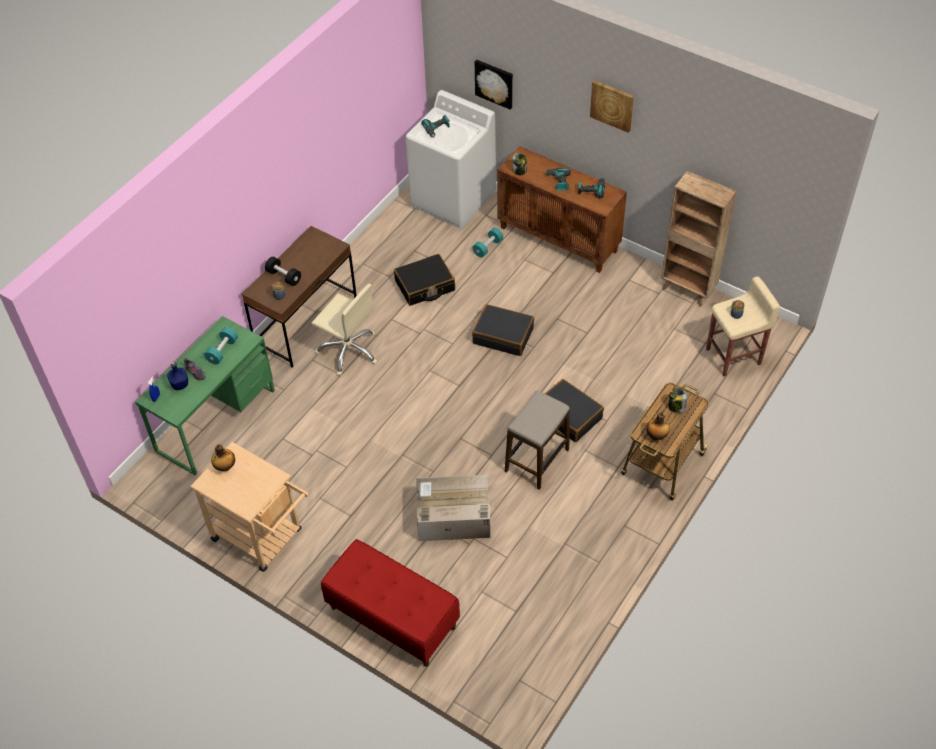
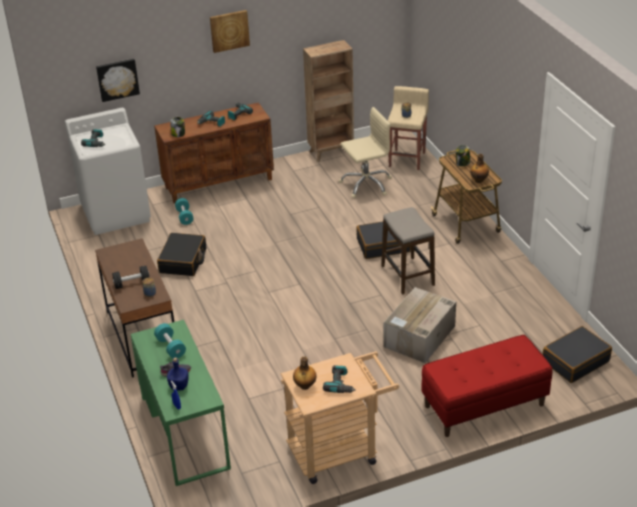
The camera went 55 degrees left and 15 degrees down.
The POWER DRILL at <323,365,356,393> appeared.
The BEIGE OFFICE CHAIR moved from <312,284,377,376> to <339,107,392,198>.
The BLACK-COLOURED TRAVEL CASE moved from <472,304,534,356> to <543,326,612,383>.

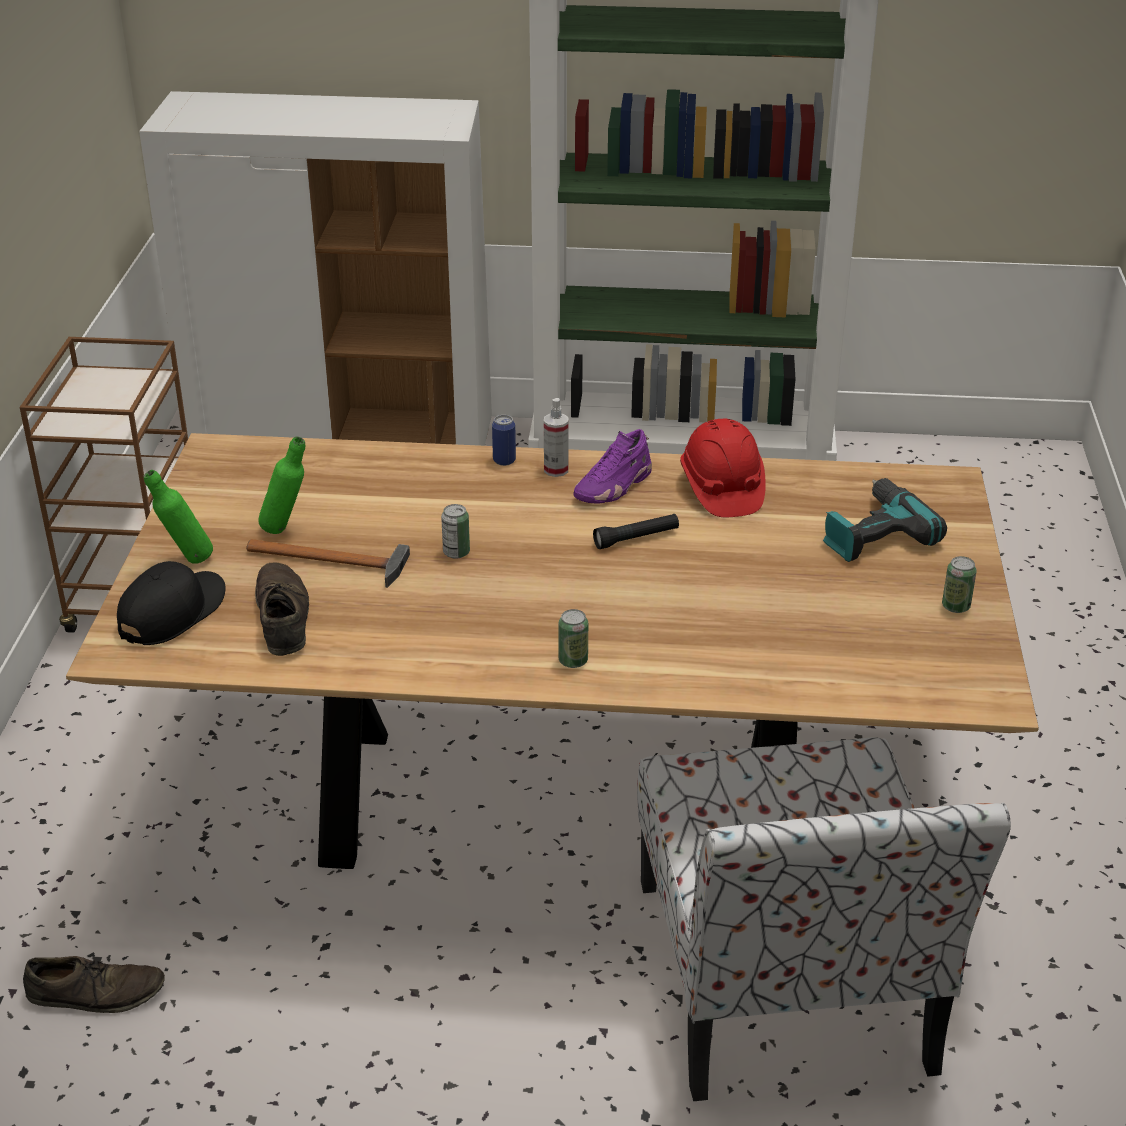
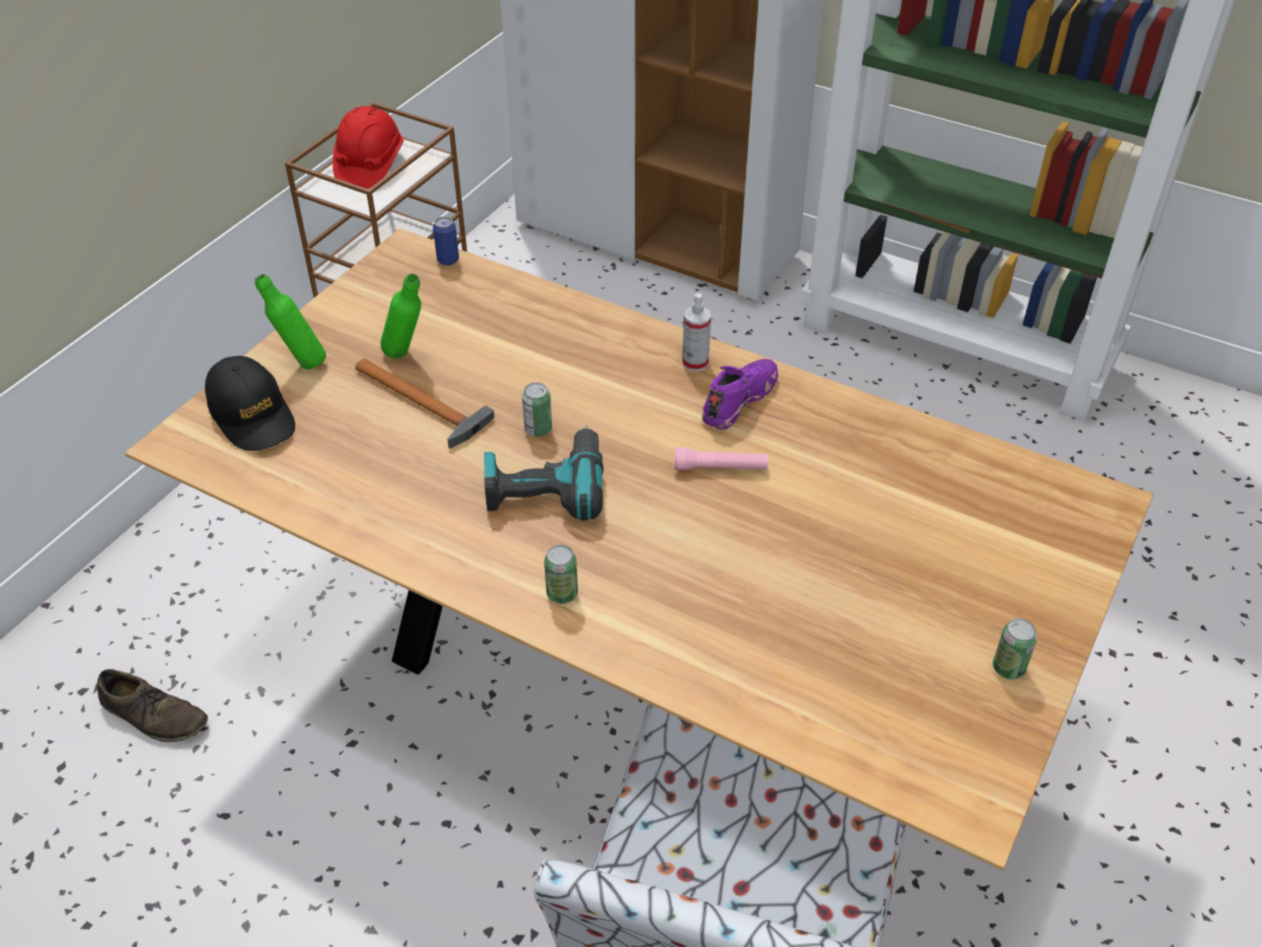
The camera went 25 degrees right and 10 degrees up.
The BLACK-COLOURED BASEBALL CAP at <117,561,225,645> turned 90 degrees clockwise.
The REDDISH WORK HELMET moved from <680,419,766,517> to <333,106,404,189>.
The SEALED CAN moved from <492,415,516,466> to <433,216,459,266>.
The POWER DRILL moved from <823,478,947,562> to <484,425,603,521>.
The BLACK-COLOURED HAND TORCH at <593,514,679,549> became the PINK HAND TORCH at <674,447,768,470>.
The PURPLE LOW SHOE at <574,429,652,504> turned 150 degrees clockwise.
The BROWNISH LOW SHOE at <255,562,310,656> disappeared.

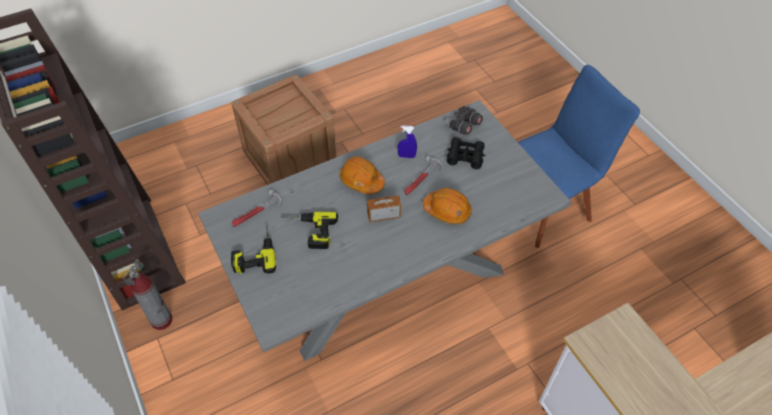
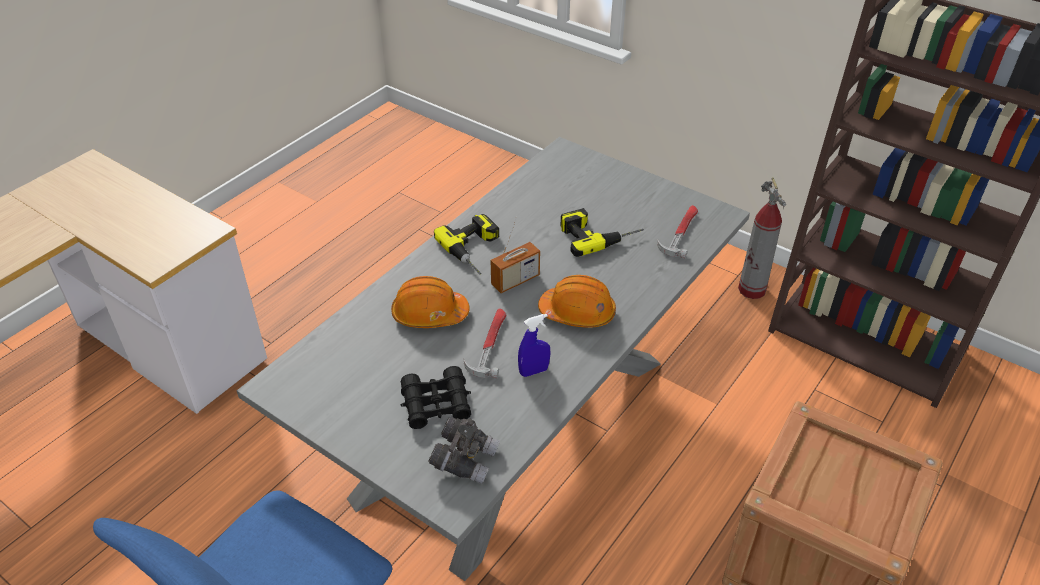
The camera went 155 degrees right and 10 degrees down.
The POWER DRILL moved from <231,224,276,274> to <434,214,499,275>.

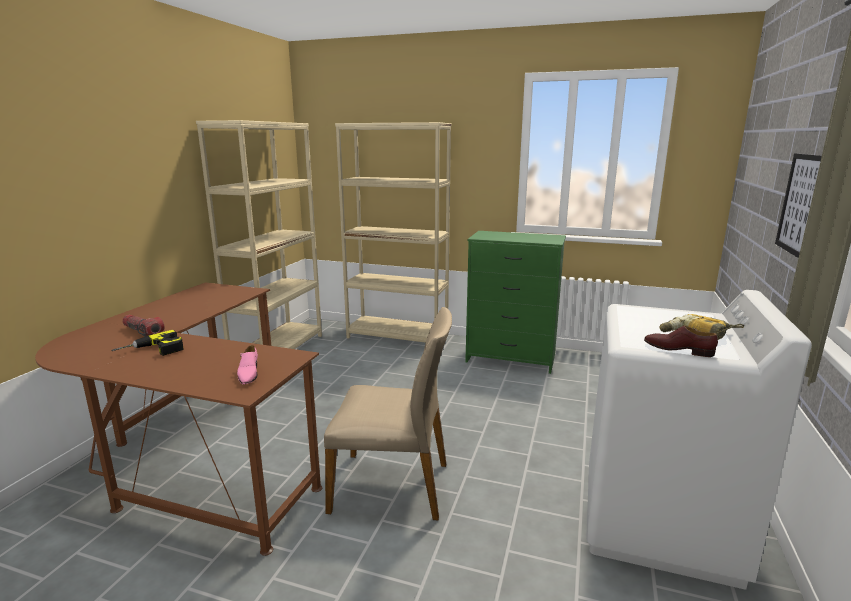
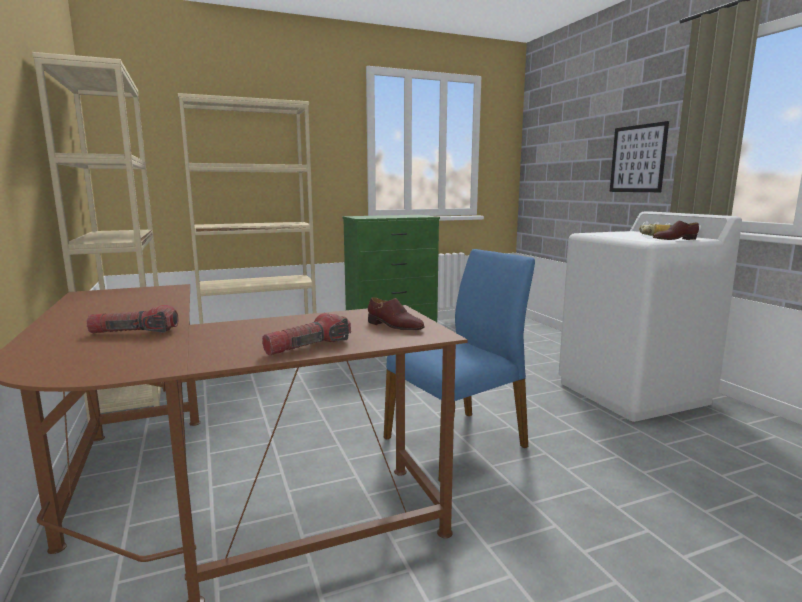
The camera went 40 degrees left and 5 degrees down.
The HAND TORCH at <262,313,351,356> appeared.
The PINK LOW SHOE at <237,345,258,384> became the BROWNISH LOW SHOE at <368,297,425,330>.
The BEIGE UPRIGHT CHAIR at <324,307,452,521> became the BLUE-COLOURED UPRIGHT CHAIR at <384,249,535,482>.
The POWER DRILL at <111,330,184,356> disappeared.

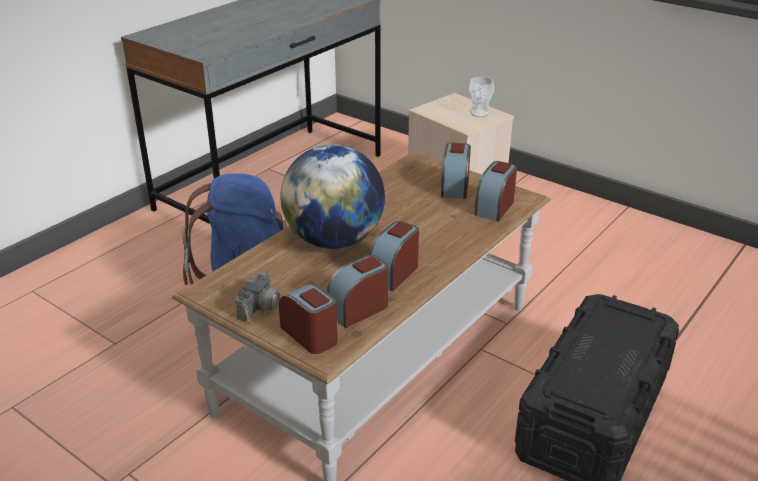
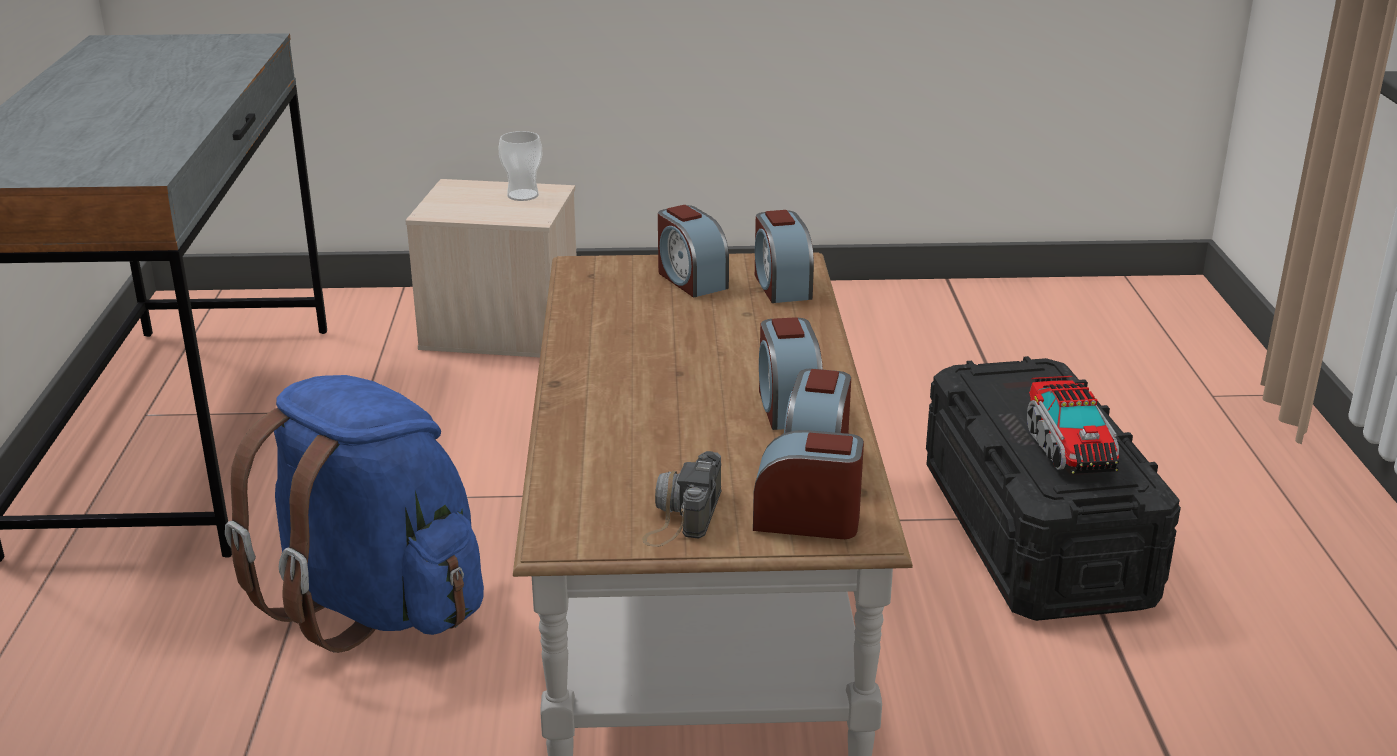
The camera went 40 degrees left and 5 degrees down.
The STILL CAMERA at <236,271,293,325> turned 150 degrees counterclockwise.
The MODEL TRUCK at <1027,376,1119,474> appeared.
The GLOBE at <280,144,385,249> disappeared.

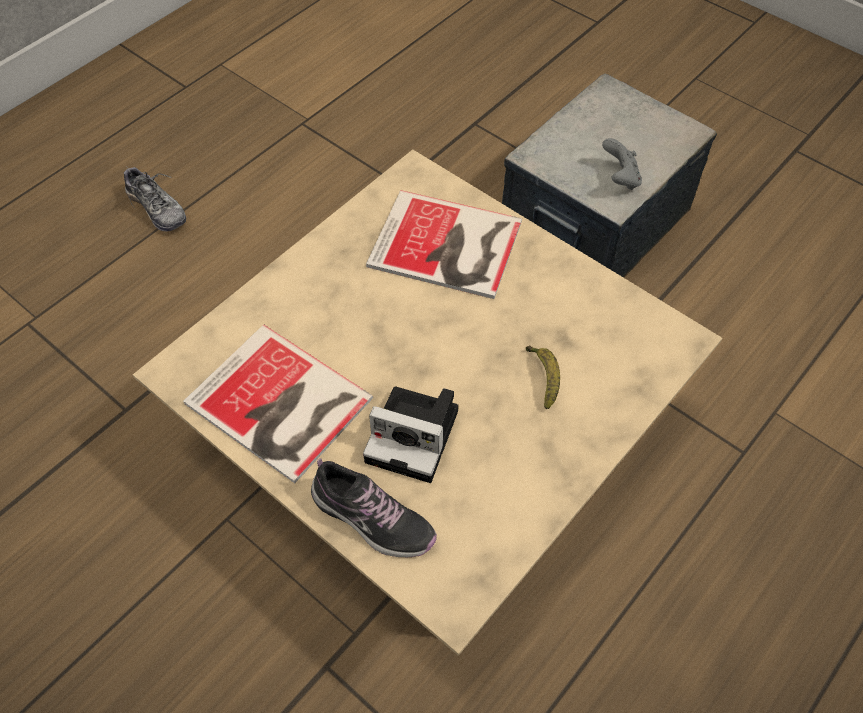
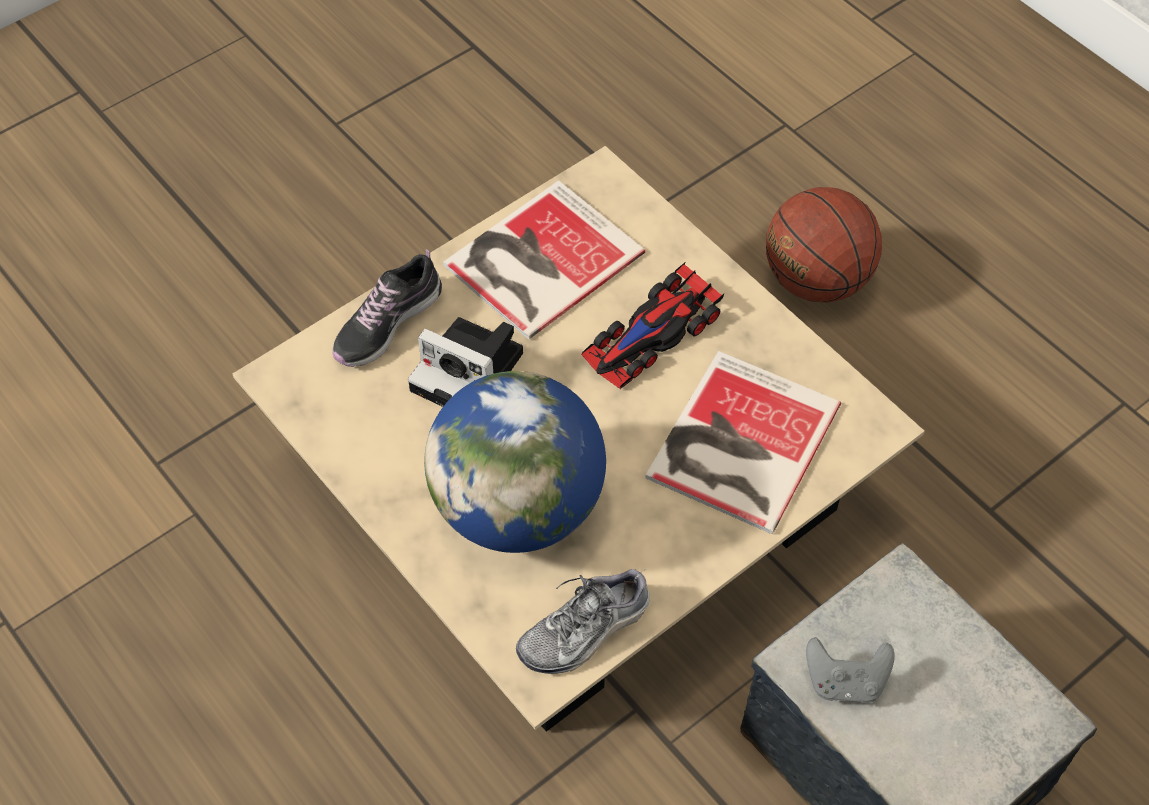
The camera went 100 degrees right and 0 degrees up.
The STILL CAMERA at <363,386,459,483> turned 90 degrees counterclockwise.
The BANANA FRUIT at <526,346,560,409> was replaced by the GLOBE at <424,371,606,553>.
The LOW SHOE moved from <124,165,186,231> to <516,569,650,674>.
The MODEL CAR at <581,262,724,389> appeared.
The BASKETBALL at <766,187,882,303> appeared.

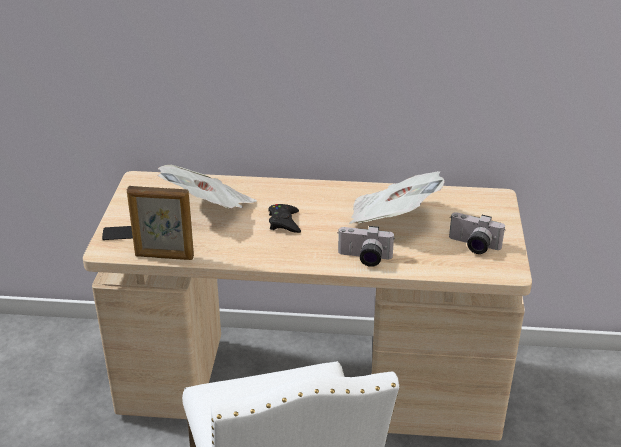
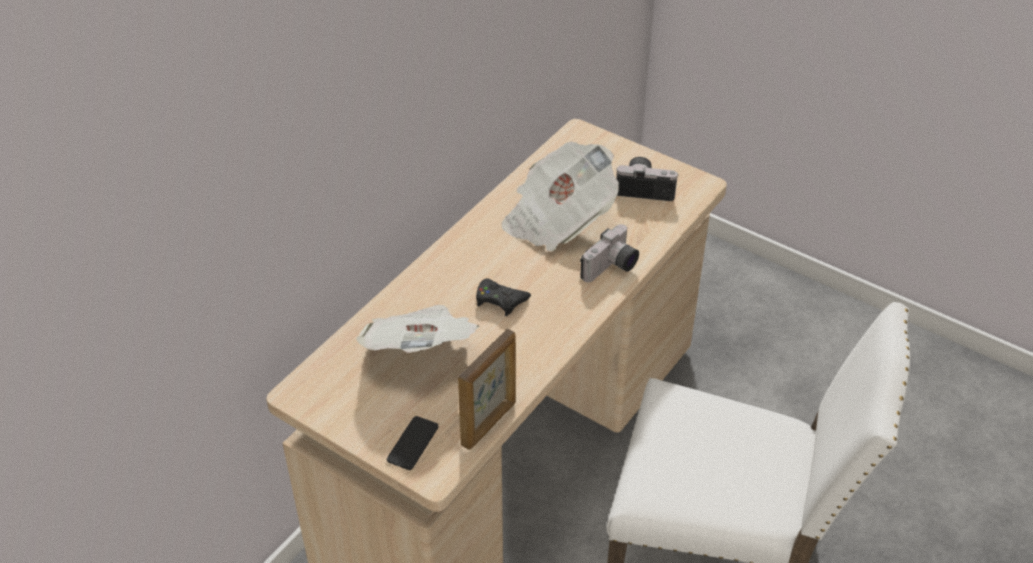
The camera went 60 degrees left and 10 degrees up.
The STILL CAMERA at <449,212,505,254> turned 135 degrees counterclockwise.

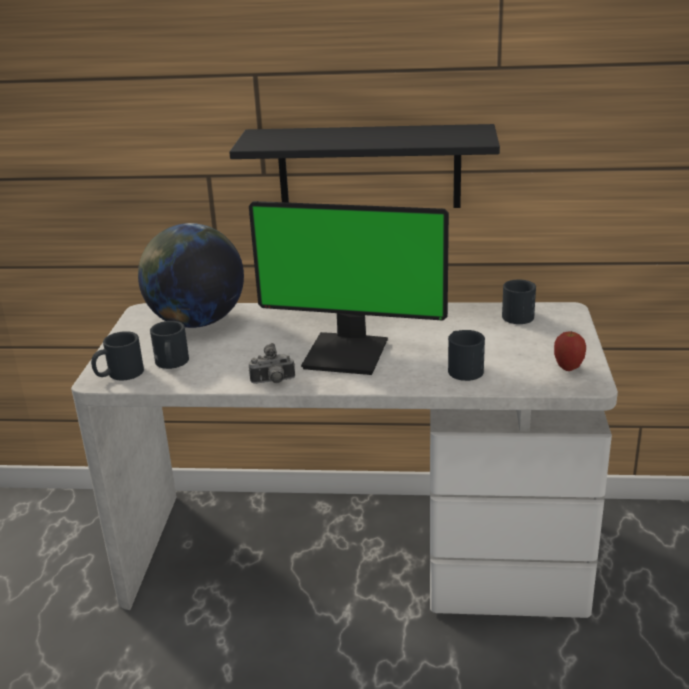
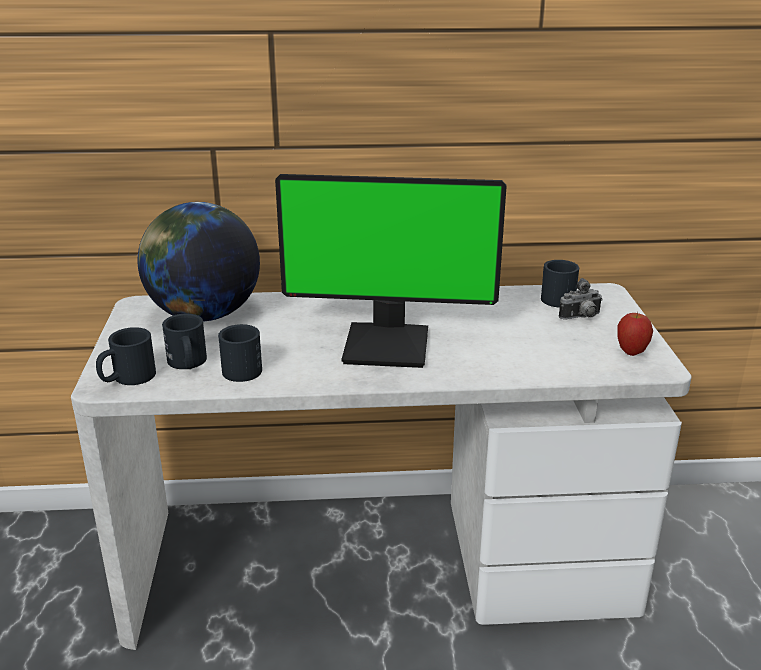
The camera went 10 degrees left and 0 degrees up.
The BLACK-COLOURED TEA MUG moved from <448,330,485,381> to <218,324,262,382>.
The STILL CAMERA moved from <249,343,295,384> to <559,278,602,320>.
The BLACK-COLOURED SHELF at <229,124,500,208> disappeared.

